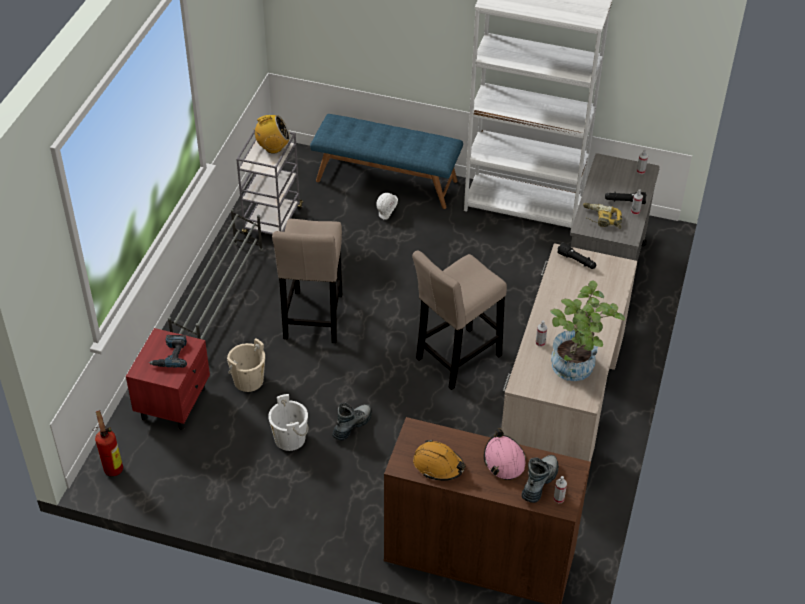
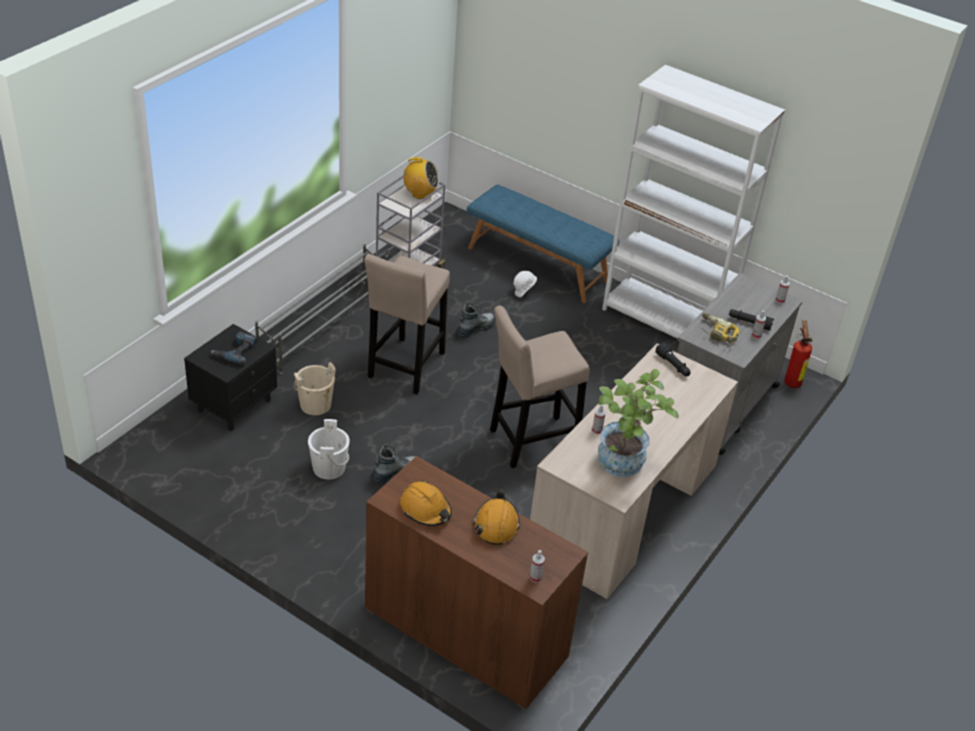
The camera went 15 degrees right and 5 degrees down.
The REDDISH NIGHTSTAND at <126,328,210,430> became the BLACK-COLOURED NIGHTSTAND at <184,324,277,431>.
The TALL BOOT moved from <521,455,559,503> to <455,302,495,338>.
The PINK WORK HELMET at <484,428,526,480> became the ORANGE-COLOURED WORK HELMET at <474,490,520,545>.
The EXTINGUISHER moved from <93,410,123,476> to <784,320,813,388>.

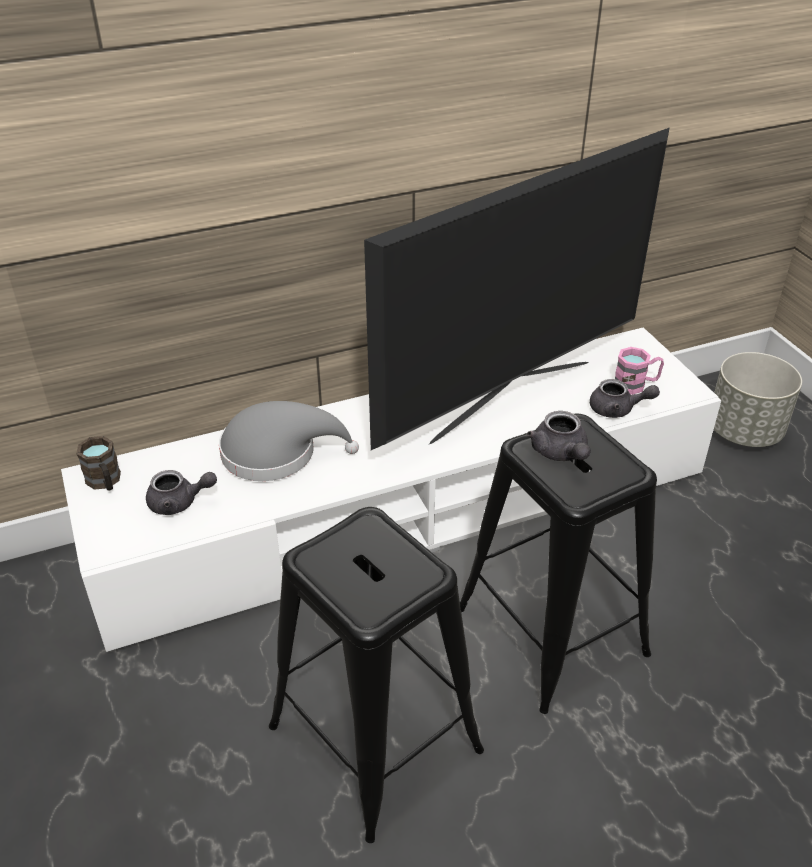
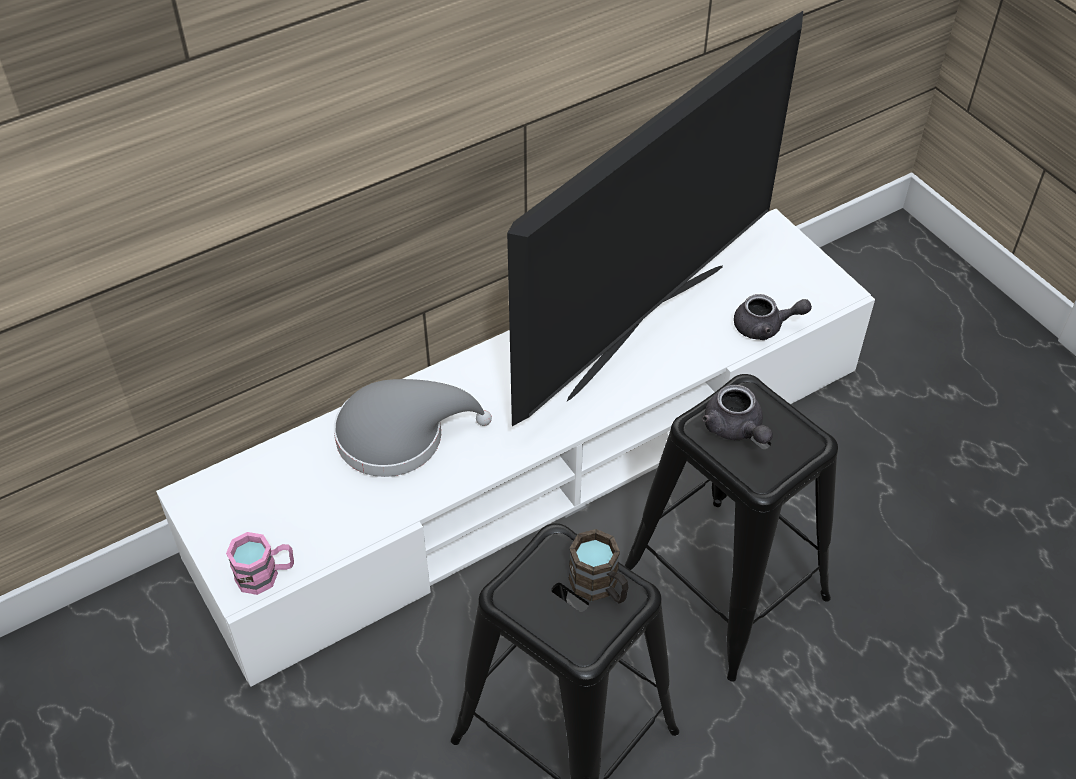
The camera went 10 degrees left and 10 degrees up.
The PINK TEA MUG moved from <615,347,664,395> to <226,532,294,595>.
The BROWNISH TEA MUG moved from <76,436,121,491> to <569,529,628,604>.
The GREYISH POT FOR TEA at <146,470,217,515> disappeared.
The GREYISH PLANT POT at <714,352,802,447> disappeared.

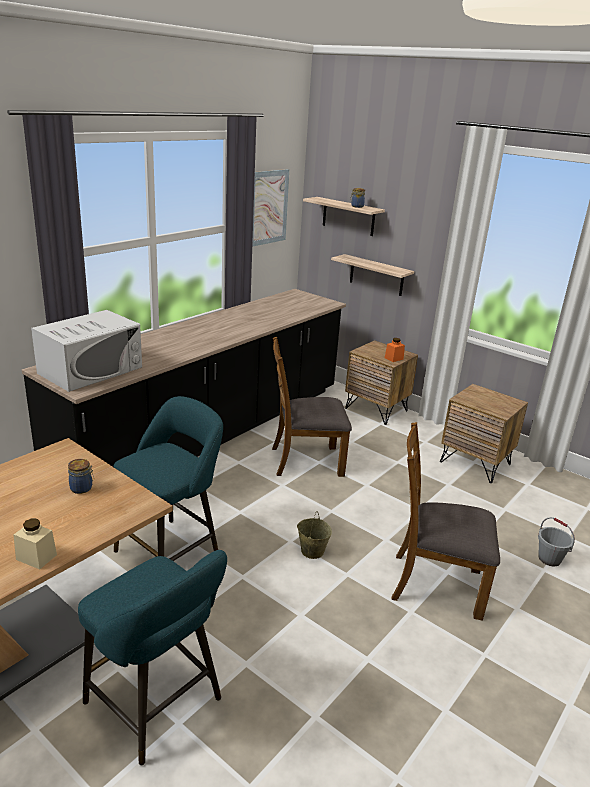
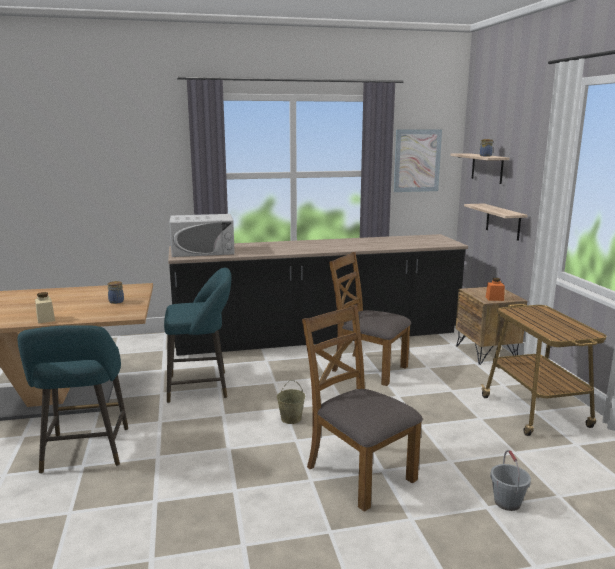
The camera went 40 degrees right and 10 degrees down.
The BROWNISH NIGHTSTAND at <440,384,528,483> was replaced by the WHEELED CART at <481,304,606,436>.

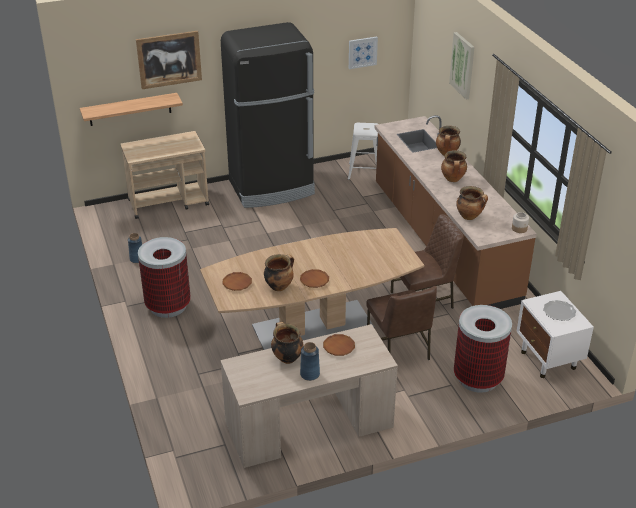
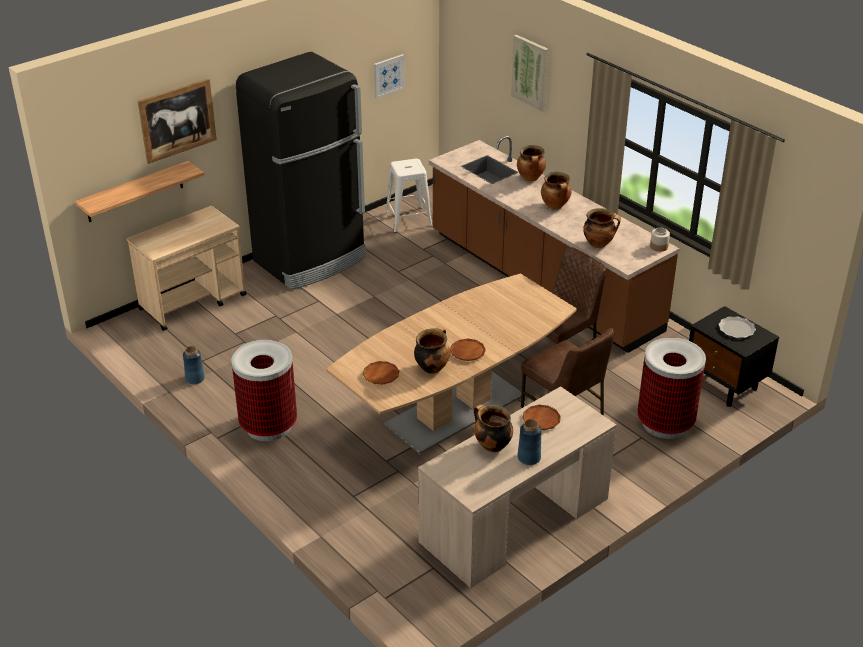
The camera went 20 degrees left and 0 degrees up.
The WHITISH NIGHTSTAND at <516,291,594,378> became the BLACK-COLOURED NIGHTSTAND at <689,306,779,407>.

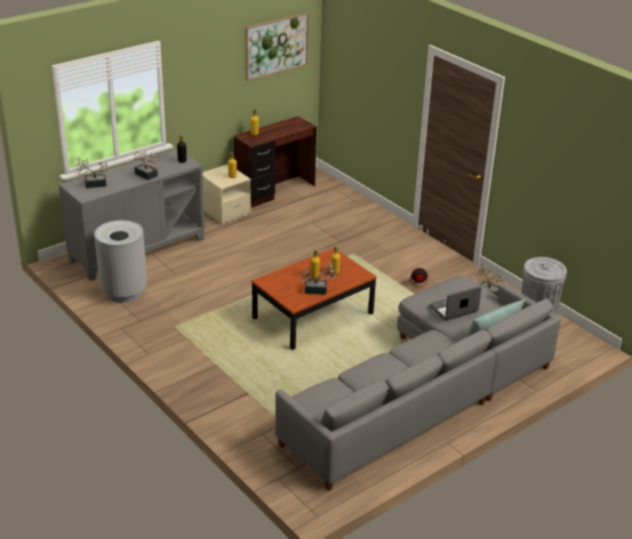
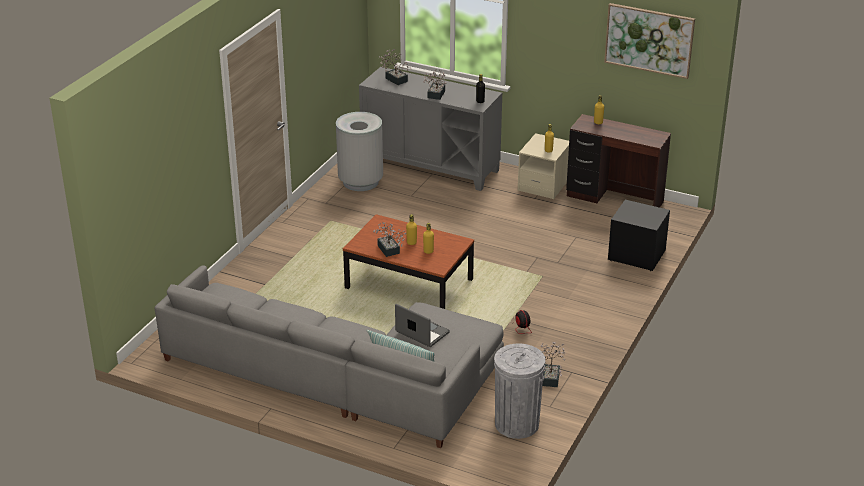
The camera went 65 degrees right and 0 degrees up.
The BLACK-COLOURED NIGHTSTAND at <608,200,670,271> appeared.

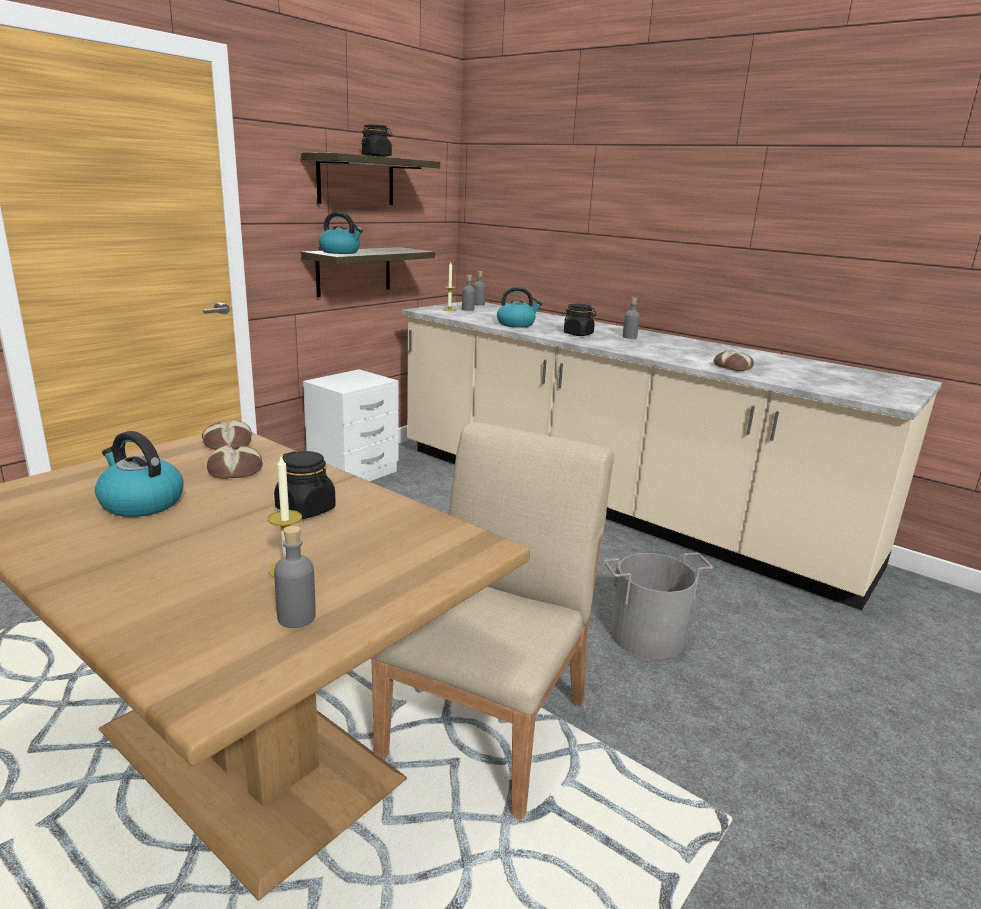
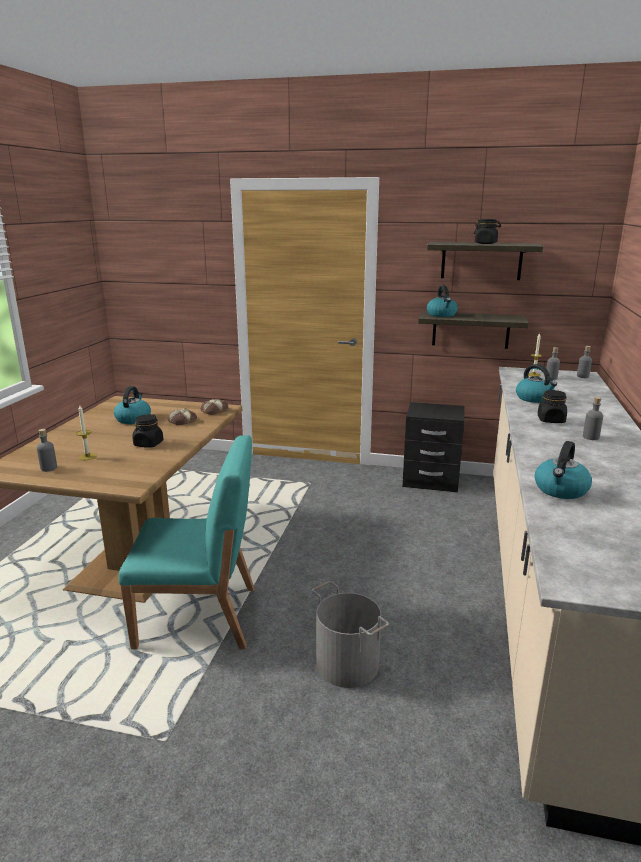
The camera went 65 degrees right and 0 degrees up.
The BEIGE UPRIGHT CHAIR at <371,422,614,820> became the BLUE-GREEN UPRIGHT CHAIR at <119,435,255,649>.
The WHITISH NIGHTSTAND at <303,369,399,481> became the BLACK-COLOURED NIGHTSTAND at <403,402,465,492>.
The BREAD at <714,351,754,371> was replaced by the WATER KETTLE at <534,441,592,499>.

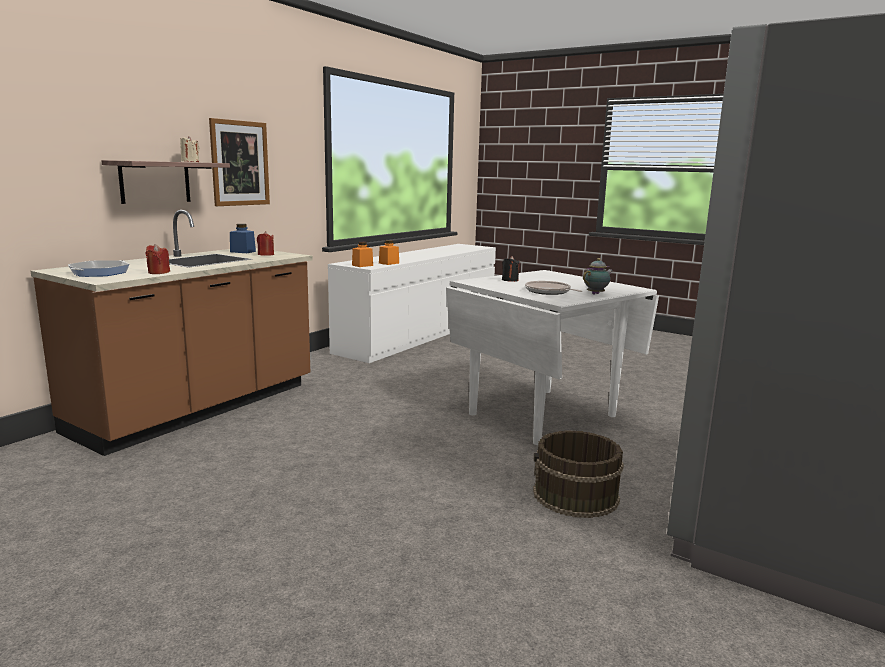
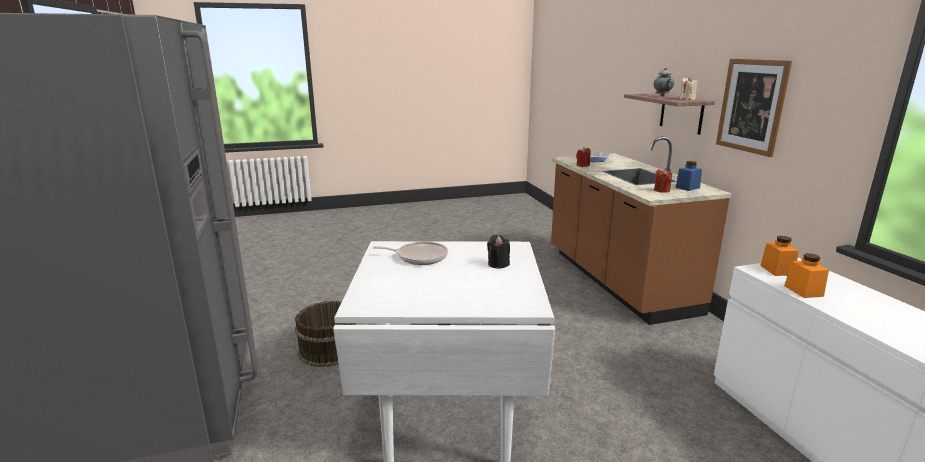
The camera went 130 degrees right and 5 degrees up.
The POT FOR TEA moved from <583,258,613,295> to <654,68,674,96>.

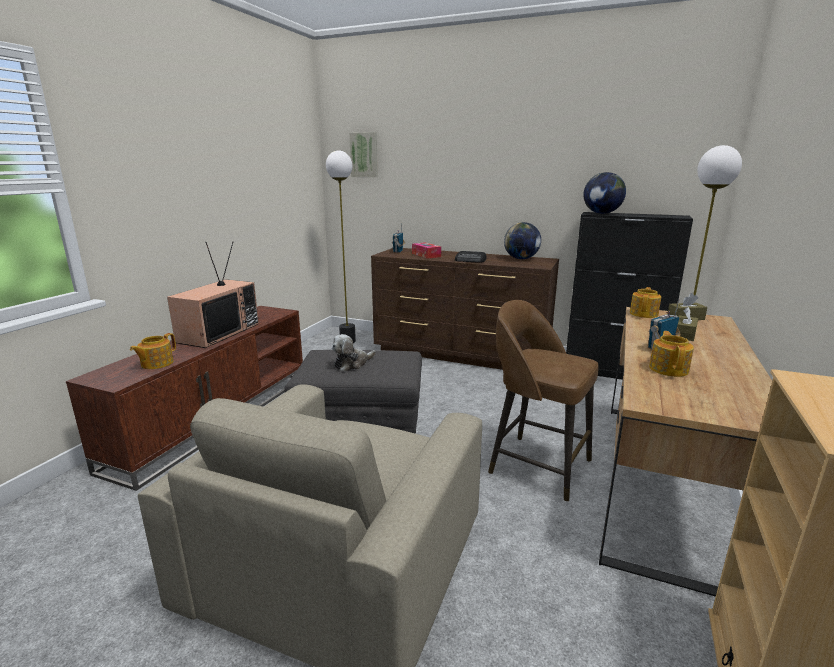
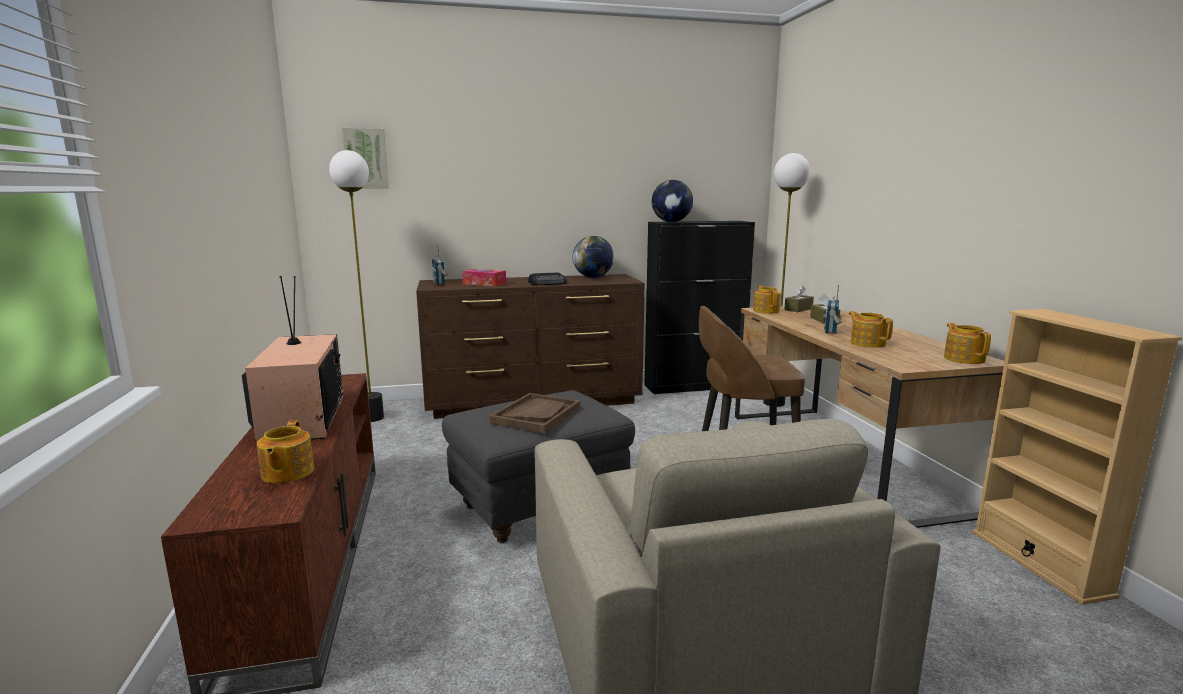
The camera went 35 degrees left and 5 degrees down.
The SOFT TOY at <332,334,376,372> was replaced by the BROWNISH SERVING TRAY at <489,393,580,433>.
The POT FOR TEA at <944,323,991,364> appeared.

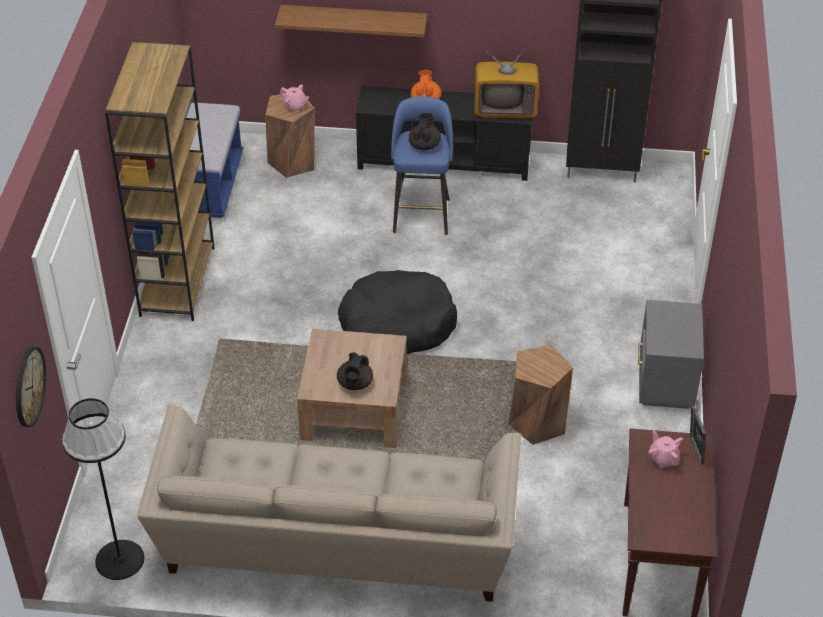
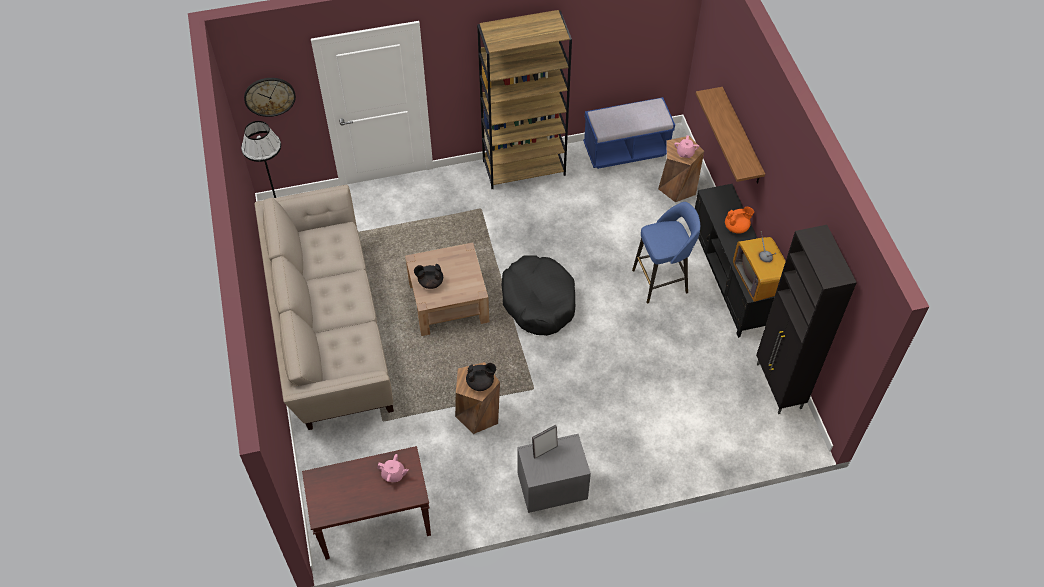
The camera went 70 degrees right and 10 degrees up.
The PINK POT FOR TEA at <648,430,683,468> turned 60 degrees clockwise.
The BLACK-COLOURED POT FOR TEA moved from <409,113,441,150> to <466,363,496,391>.
The PHOTO FRAME moved from <690,406,706,465> to <532,425,558,458>.

